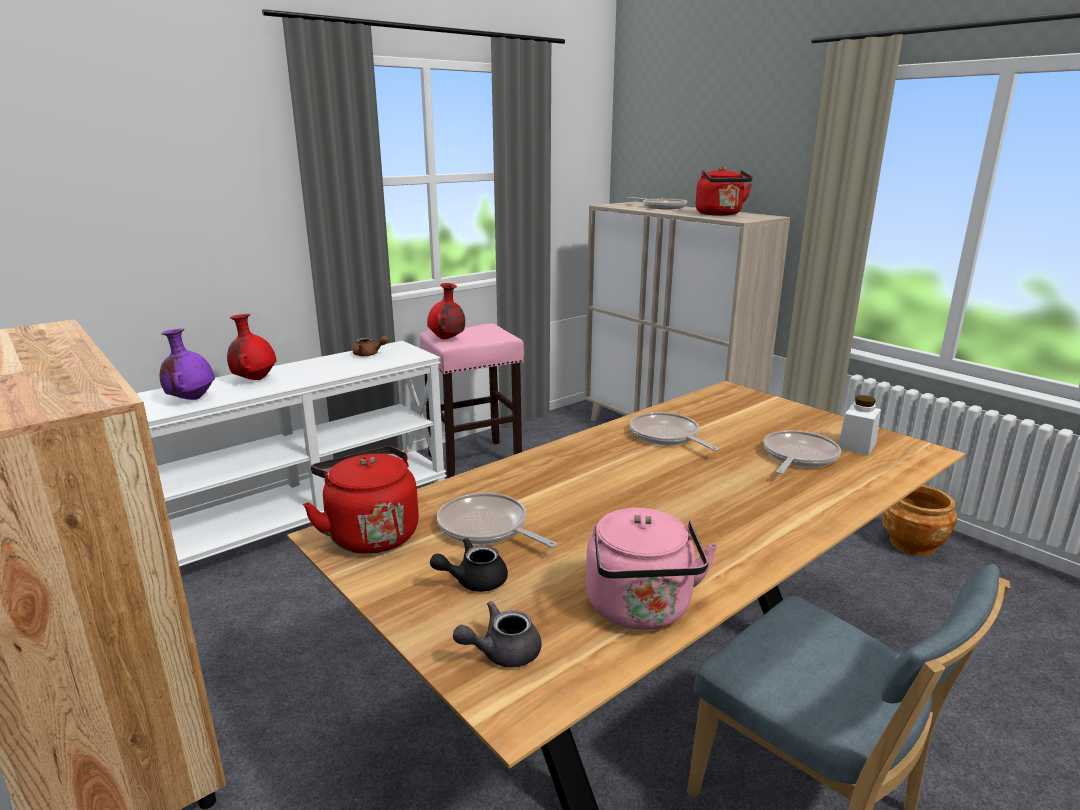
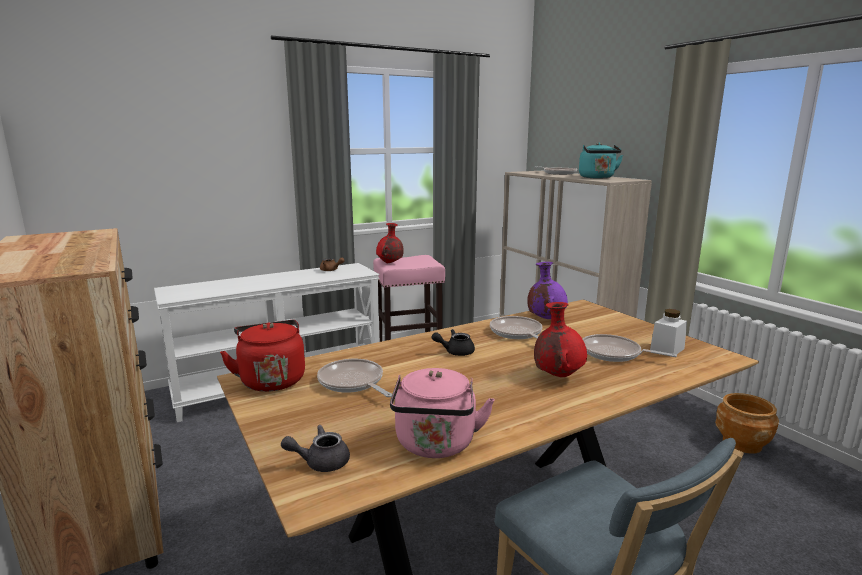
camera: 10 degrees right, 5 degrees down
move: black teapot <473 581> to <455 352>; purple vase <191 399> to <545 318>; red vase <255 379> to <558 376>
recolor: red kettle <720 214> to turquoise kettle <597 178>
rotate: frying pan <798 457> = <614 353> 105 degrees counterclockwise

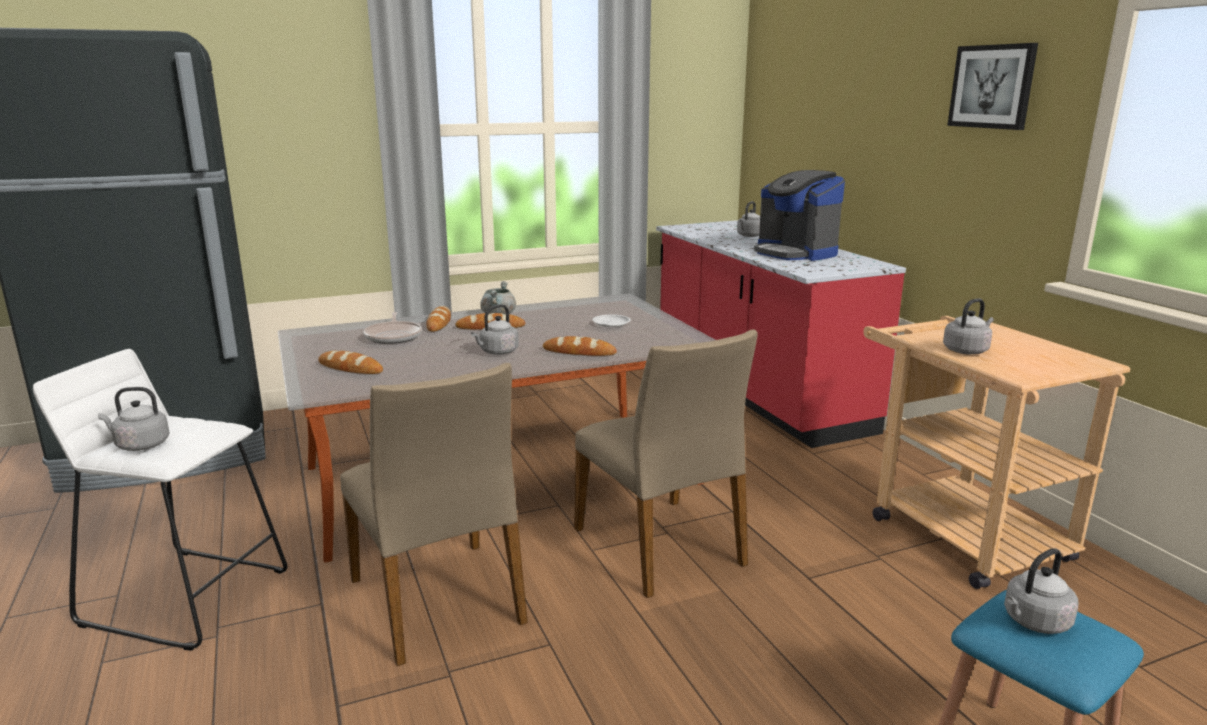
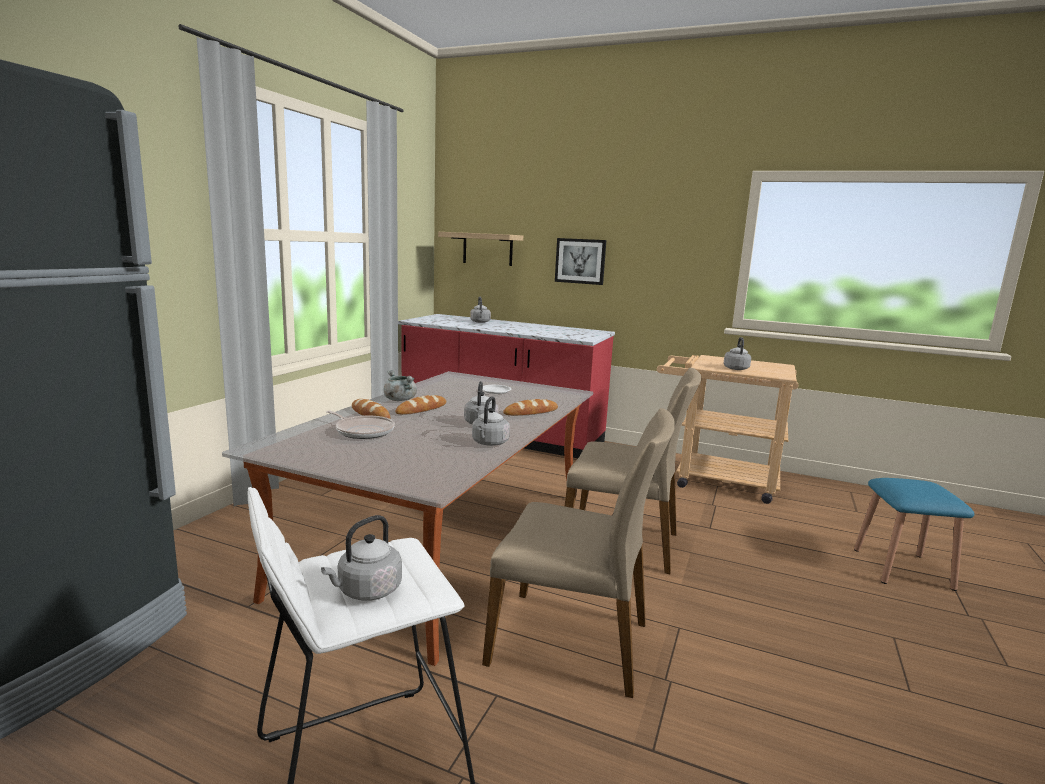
camera: 45 degrees left, 5 degrees down
delete: bread <350 368>; coffee machine <795 253>
insert: shelf <487 249>
move: grey kettle <1034 622> to <489 443>; picture <992 86> to <580 261>

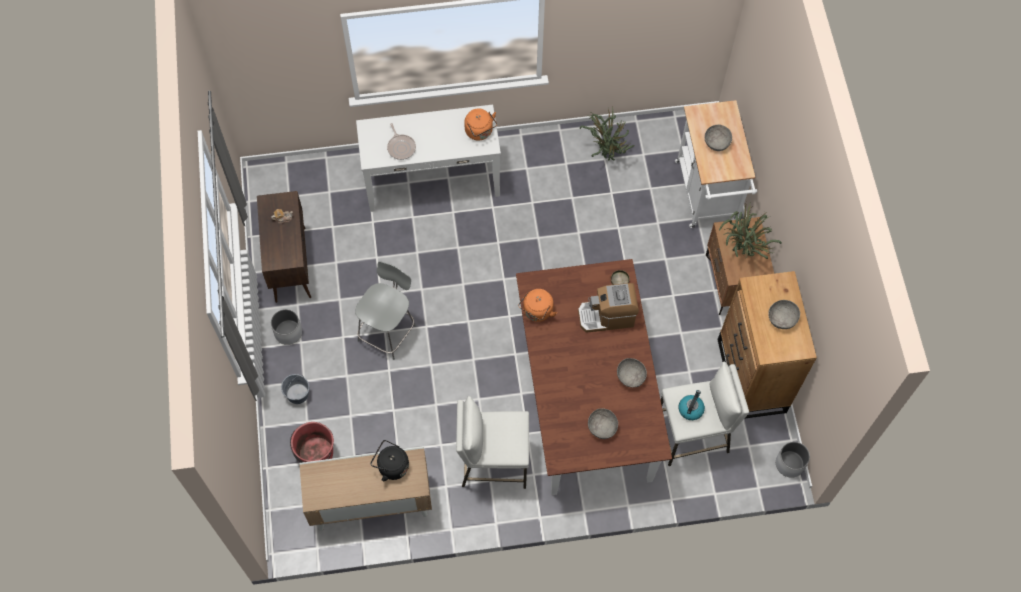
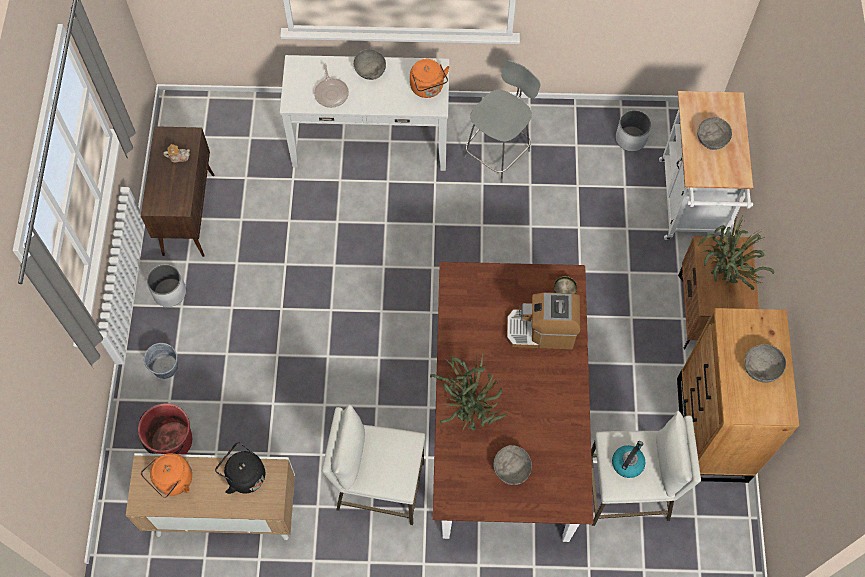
camera: 10 degrees right, 0 degrees up
move: orange kettle <537 312> to <172 481>; grey bowl <630 376> to <370 70>; potted plant <606 153> to <470 411>; grey chair <388 331> to <498 152>; white planter <790 464> to <631 139>

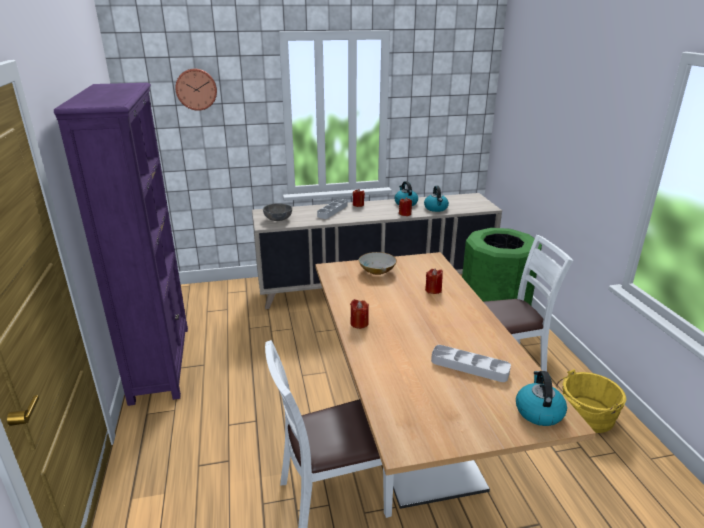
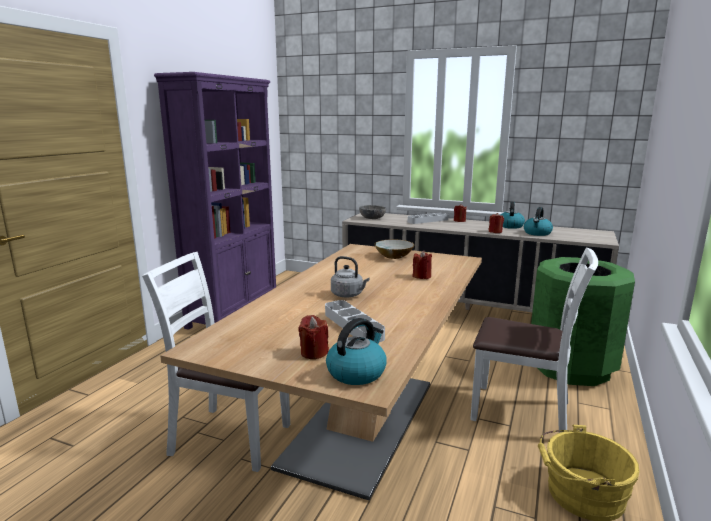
camera: 35 degrees right, 10 degrees down
delete: wall clock <196 89>
insert: grey kettle <348 295>
move: red candle <359 323> to <314 353>

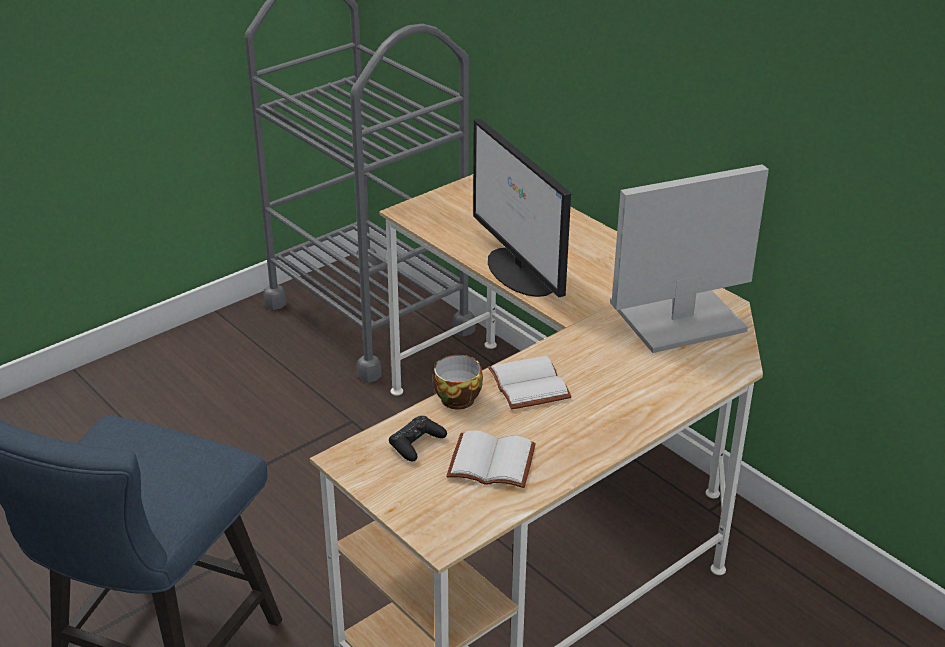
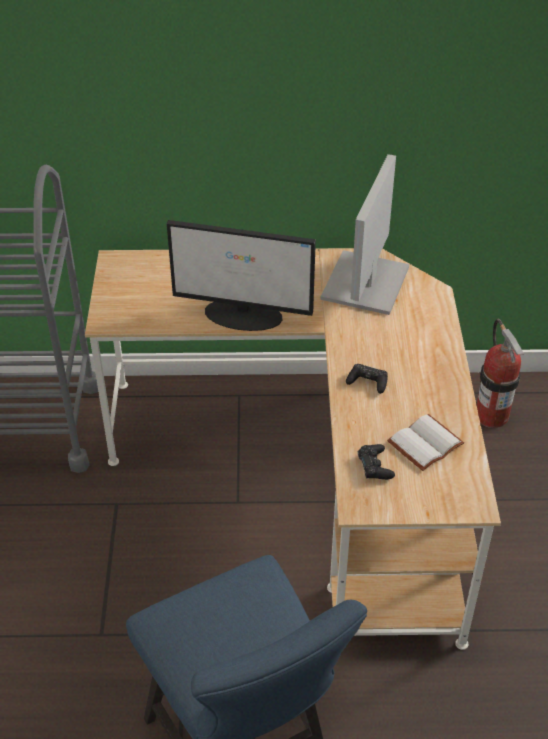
camera: 50 degrees left, 10 degrees up
delete: cup <457 397>
insert: fire extinguisher <491 415>
replace: white book <531 385> to black game controller <367 382>

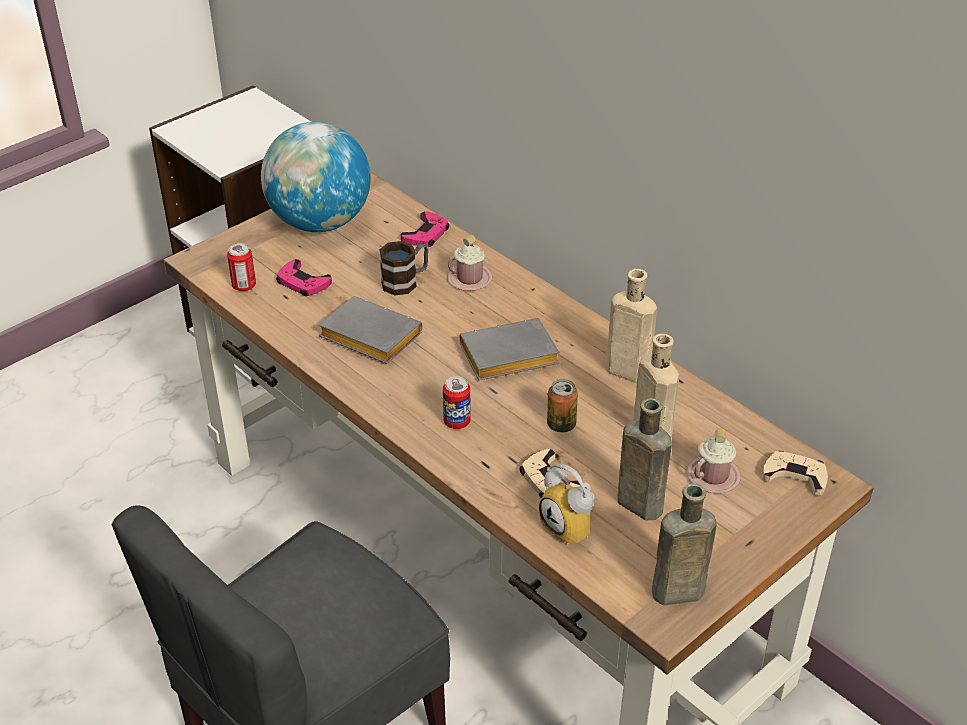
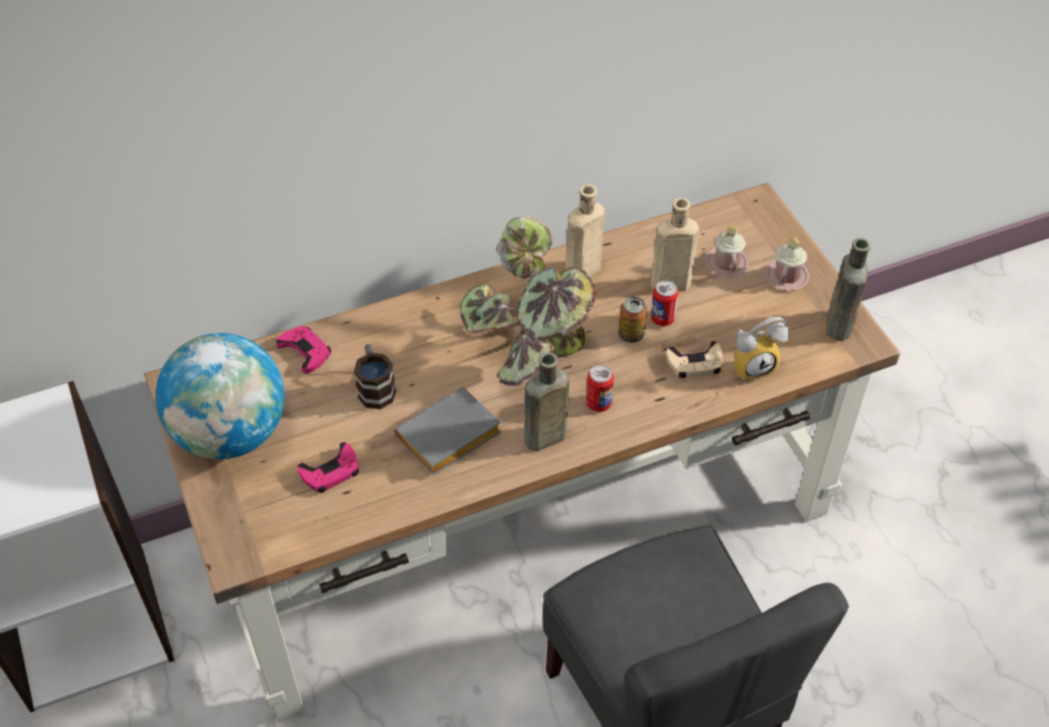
camera: 70 degrees left, 10 degrees up
delete: beige game controller <795 476>
move: brown bottle <636 503> to <542 438>; can <244 286> to <662 319>; pink mug <469 279> to <786 276>
replace: grey book <507 358> to potted plant <528 344>

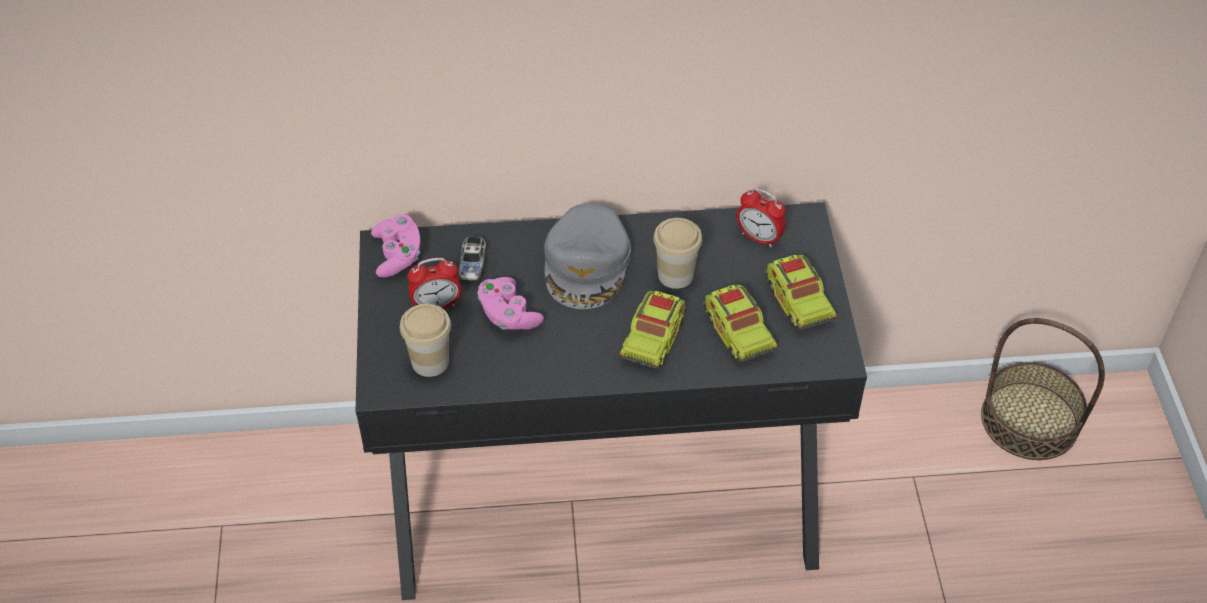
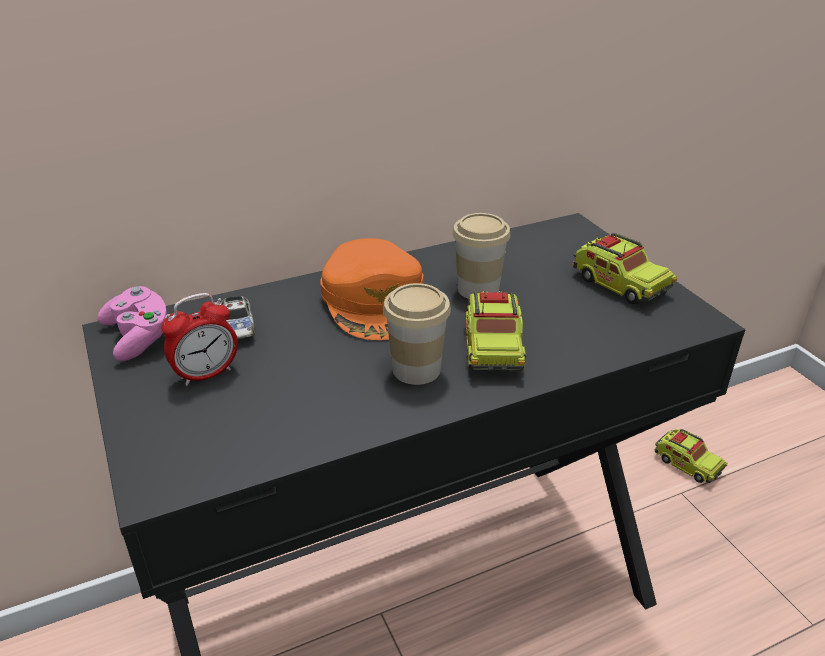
camera: 20 degrees left, 15 degrees down
delete: pink game controller <508 315>; alarm clock <759 238>; basket <1030 420>
move: cup <430 362> to <416 369>; toy truck <738 332> to <687 464>
recolor: grey cap <587 264> to orange cap <375 299>

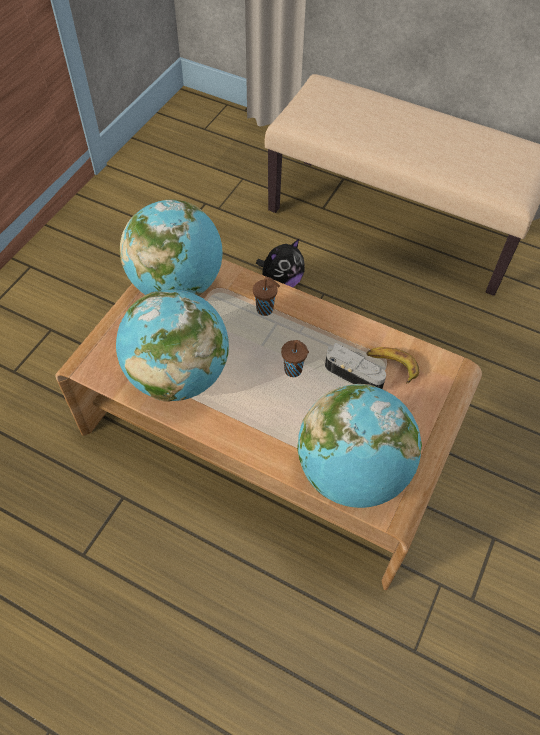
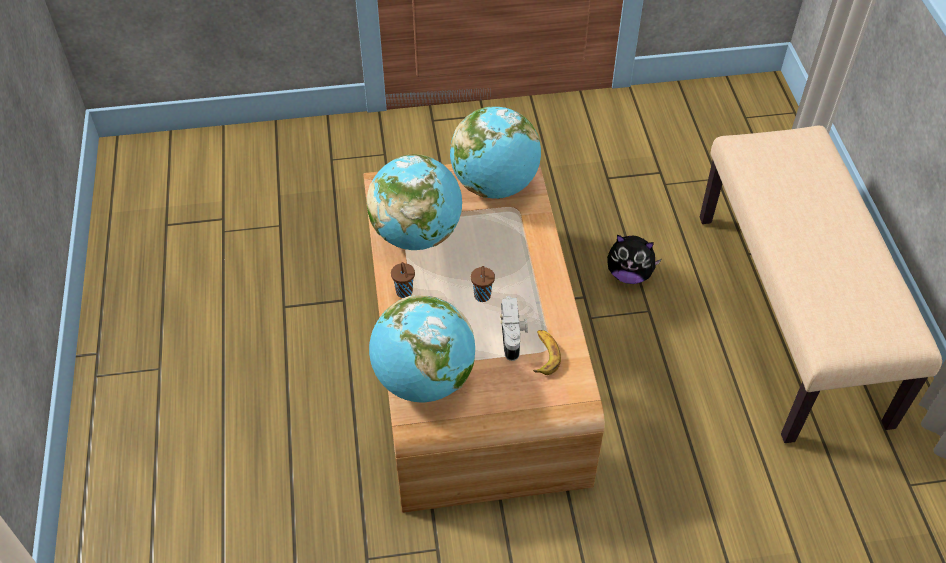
camera: 55 degrees right, 5 degrees down
move: brown cup <266 310> to <404 293>

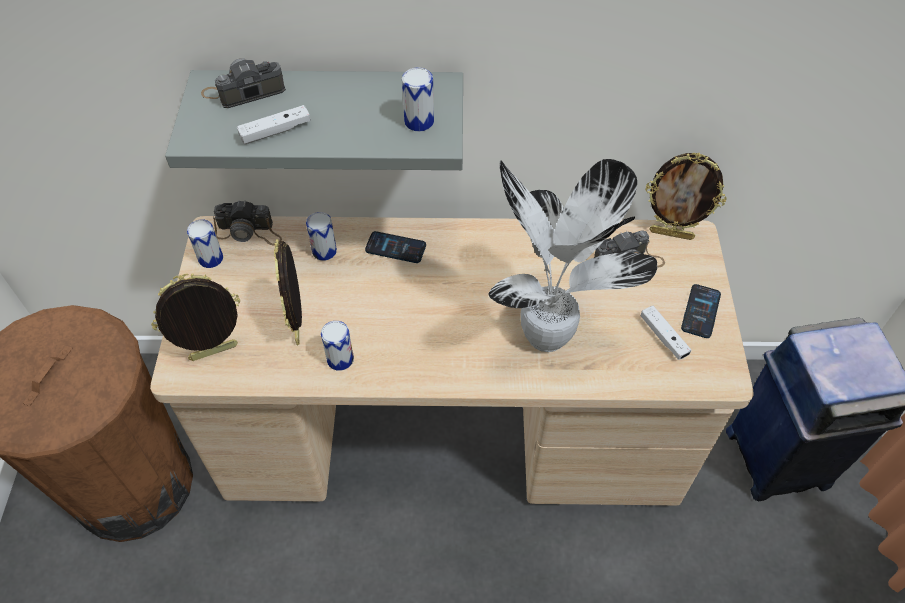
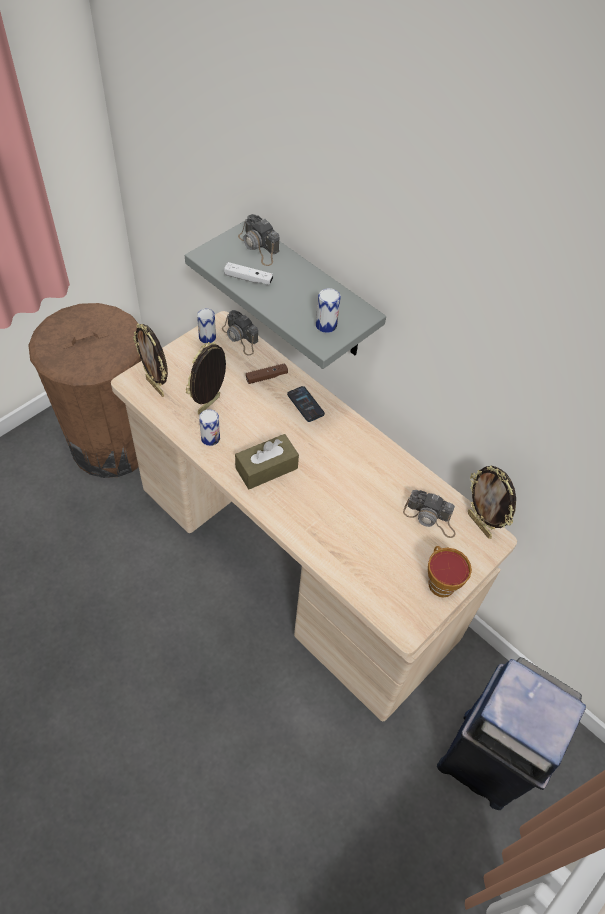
camera: 40 degrees right, 0 degrees up
delete: potted plant <548 340>; white game controller <663 337>
insert: brown tissue box <266 468>
replace: can <324 251> to brown game controller <266 377>; phone <700 311> to cup <439 581>
rotate: picture frame <214 354> = <156 386> 150 degrees counterclockwise; photo camera <244 90> = <259 247> 150 degrees counterclockwise

